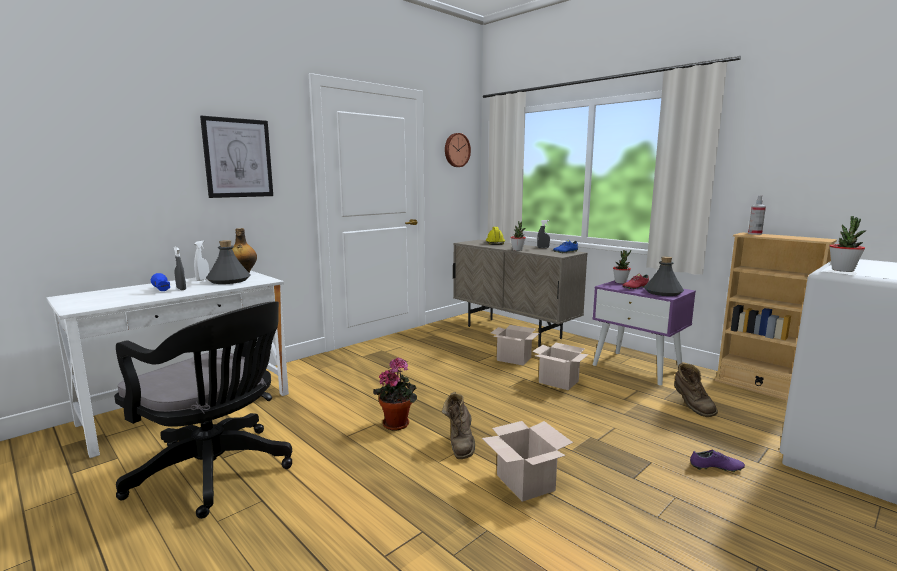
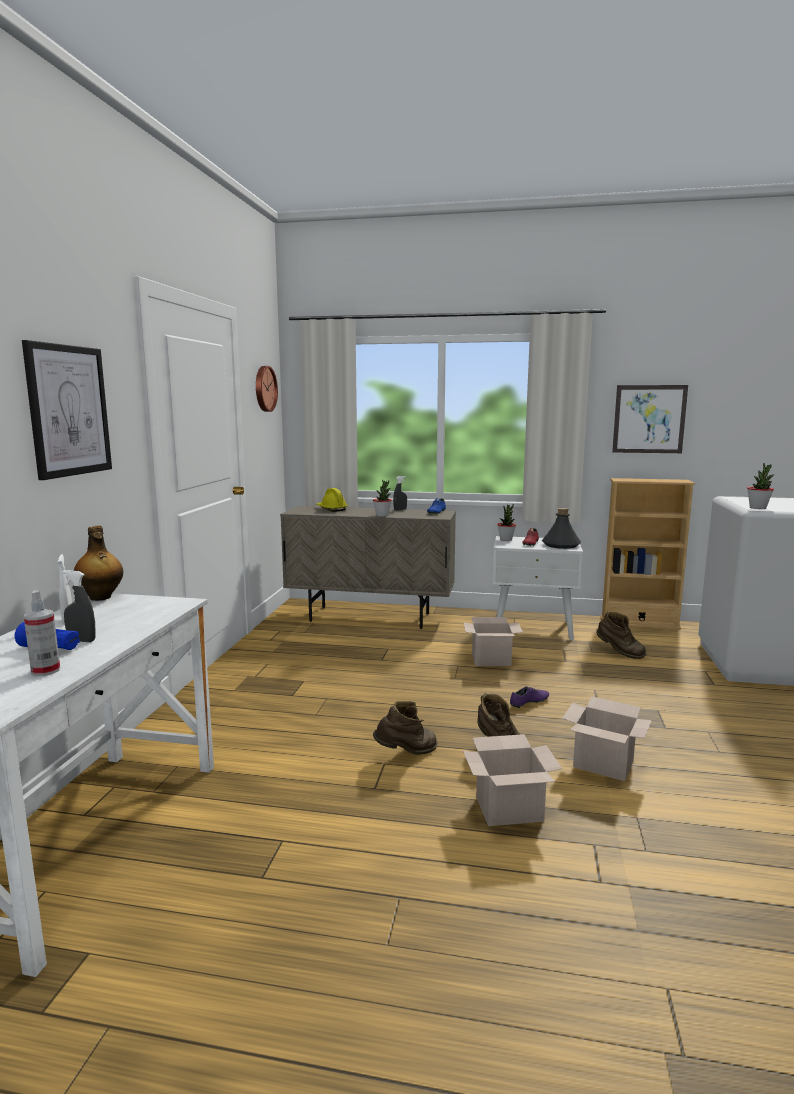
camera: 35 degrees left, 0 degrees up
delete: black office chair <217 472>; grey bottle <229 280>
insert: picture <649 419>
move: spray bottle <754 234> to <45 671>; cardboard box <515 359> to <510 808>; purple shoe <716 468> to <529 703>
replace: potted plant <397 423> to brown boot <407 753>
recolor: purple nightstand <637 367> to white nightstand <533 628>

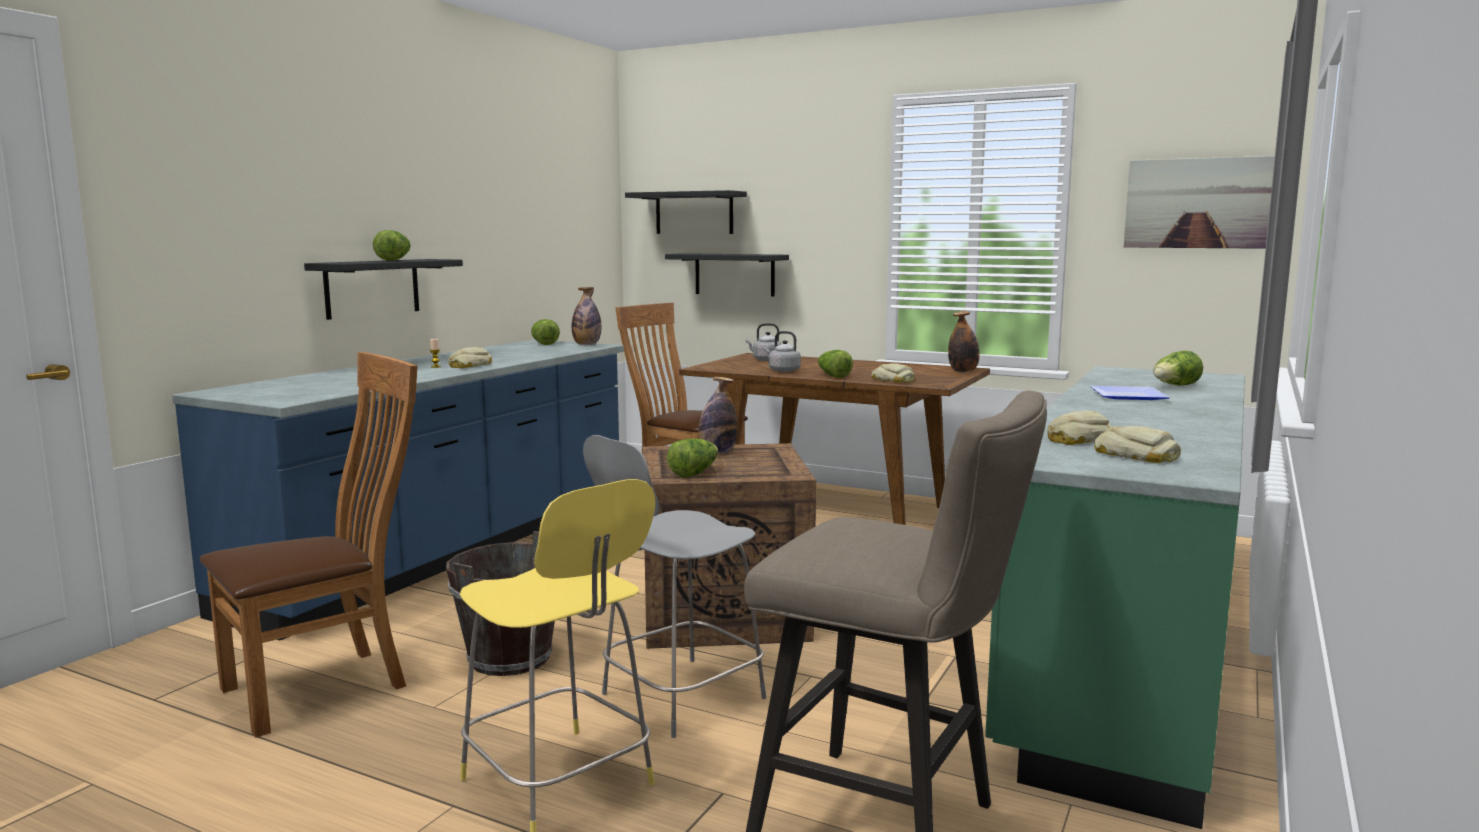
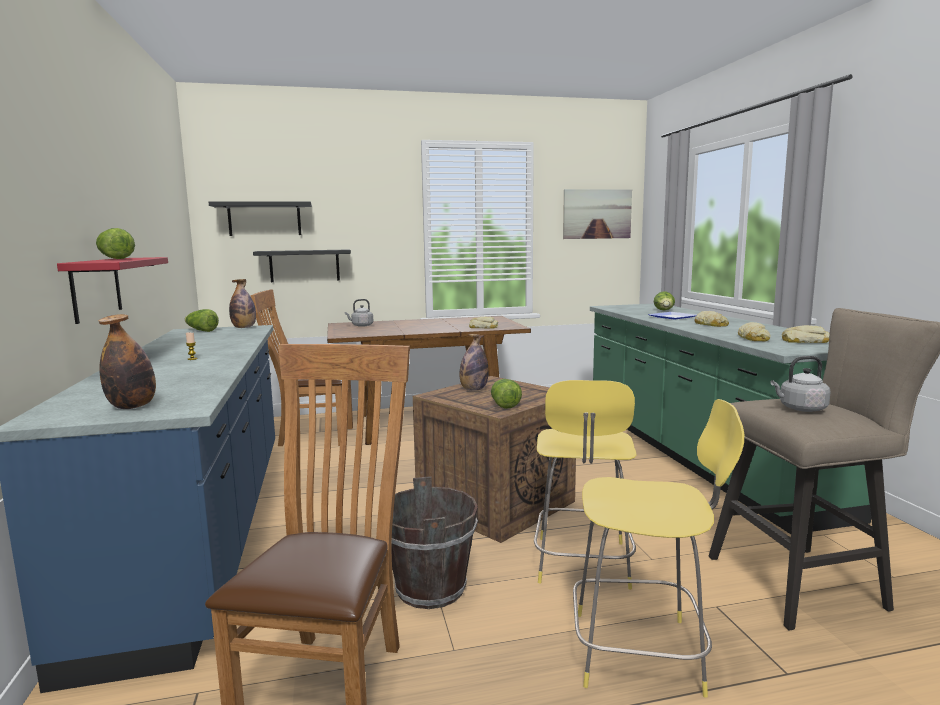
camera: 40 degrees left, 0 degrees up
delete: lettuce <832 376>
move: bottle <963 371> to <132 406>; bread <468 365> to <710 324>; grey kettle <782 370> to <800 409>
recolor: black shelf <372 288> to red shelf <96 288>; grey stool <678 698> to yellow stool <582 564>

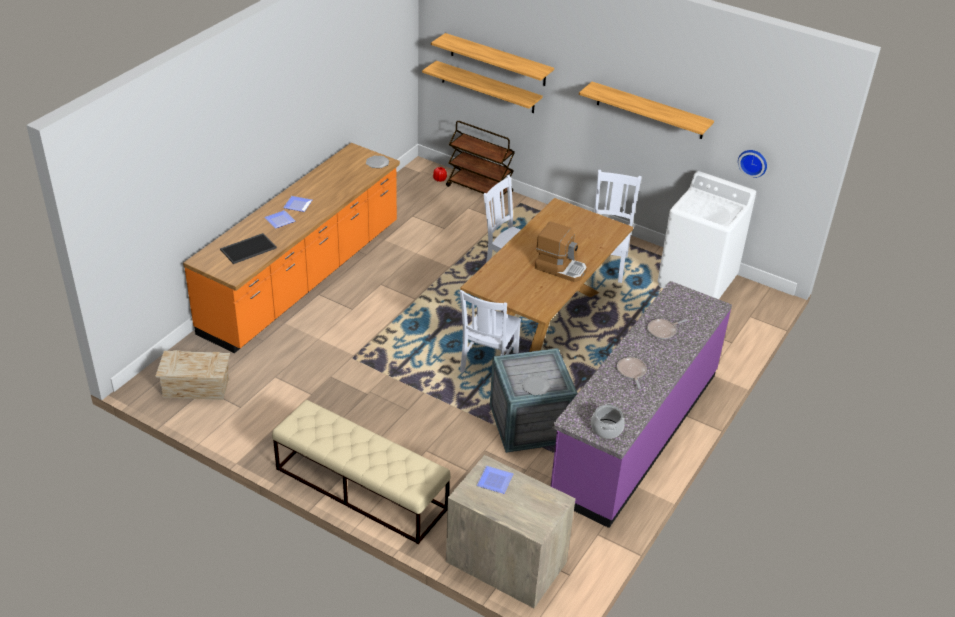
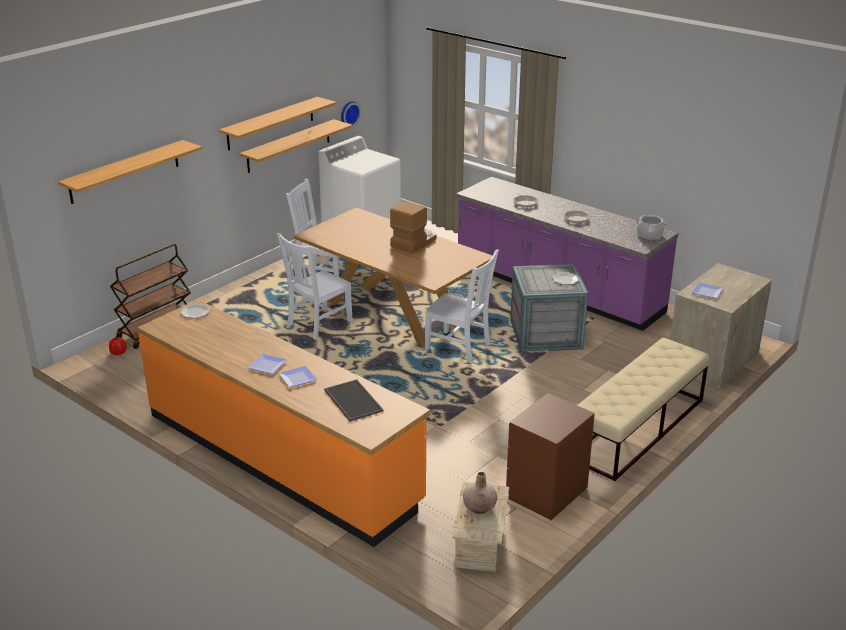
camera: 80 degrees left, 10 degrees down
insert: beige vase <480 507>; brown nightstand <546 492>
move: shelf <487 87> to <289 146>

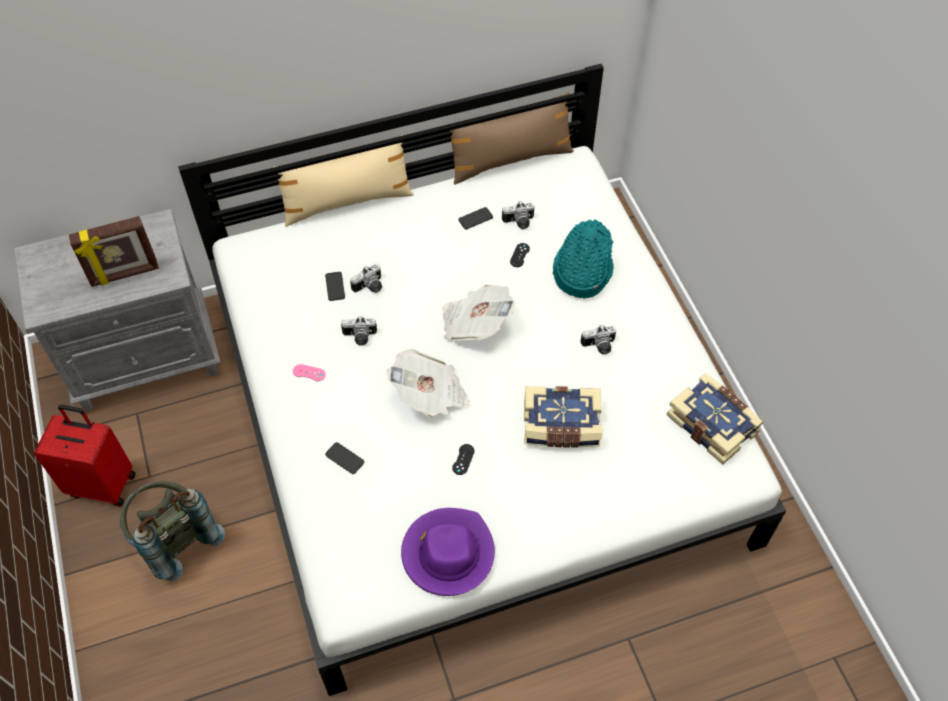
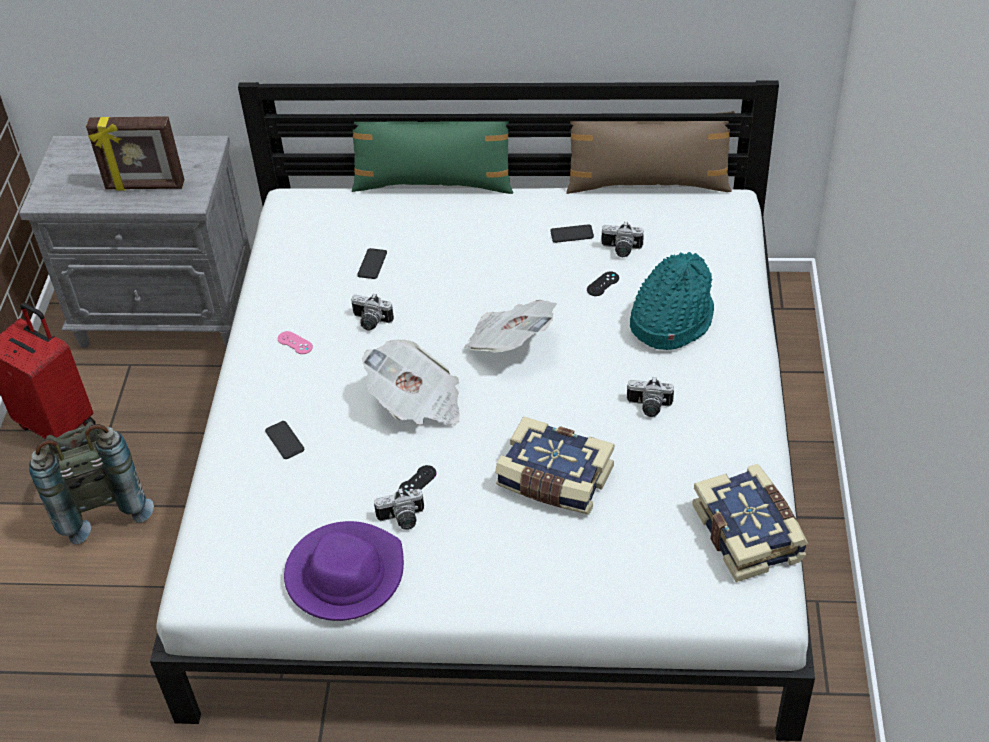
camera: 25 degrees right, 10 degrees down
move: photo camera <370 287> to <402 520>
recolor: beige pillow <347 202> to green pillow <433 183>

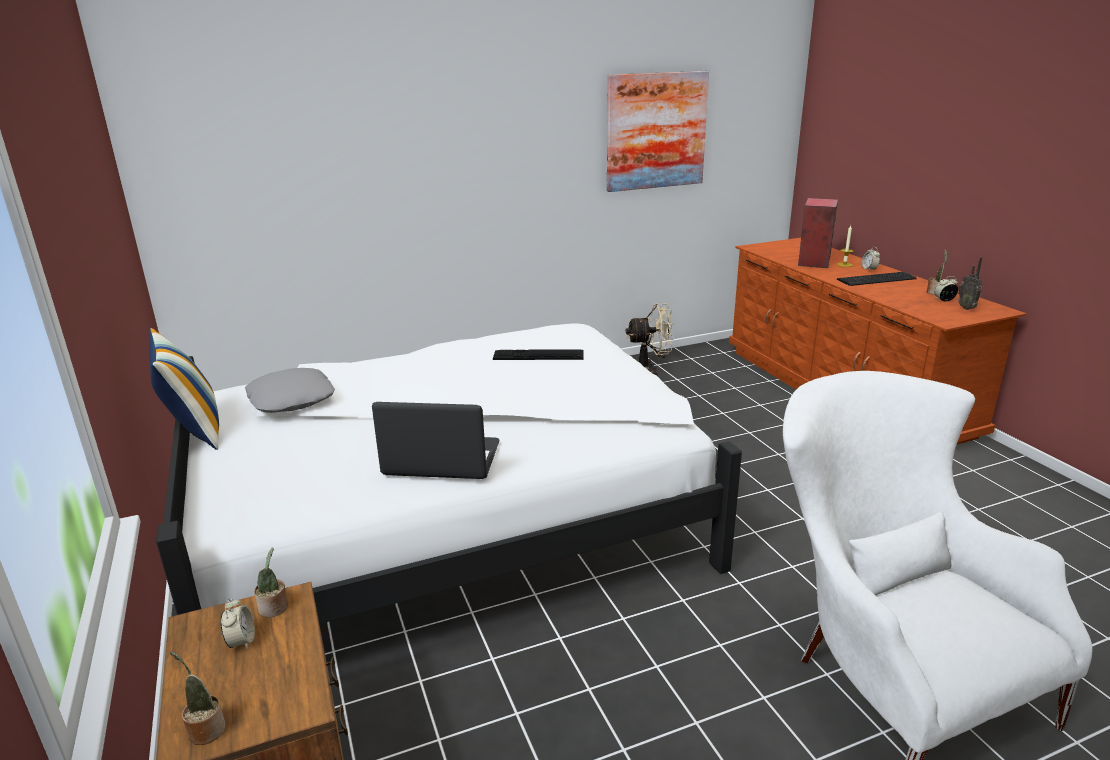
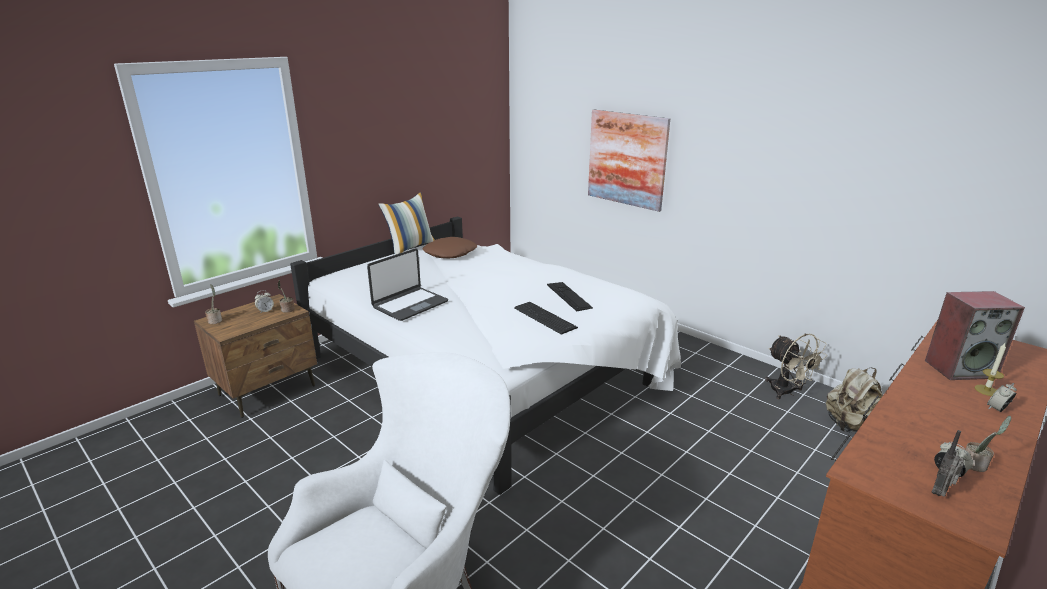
camera: 65 degrees right, 0 degrees up
insert: beige backpack <849 426>
move: keyboard <878 279> to <544 318>; picture <656 131> to <627 159>
recolor: grey pillow <290 399> to brown pillow <450 253>
rotate: laptop <442 460> = <409 304> 60 degrees clockwise

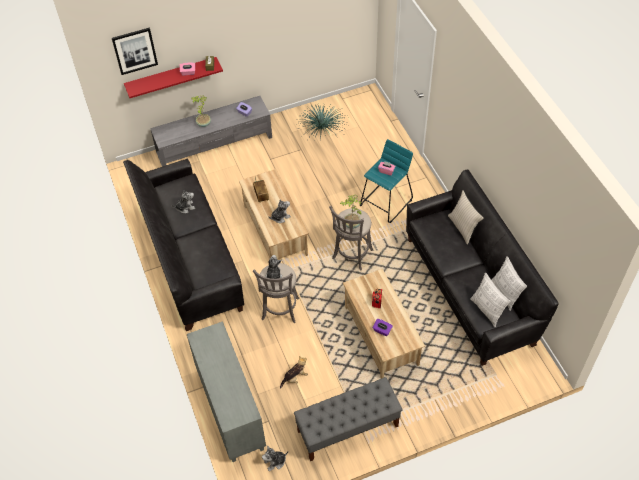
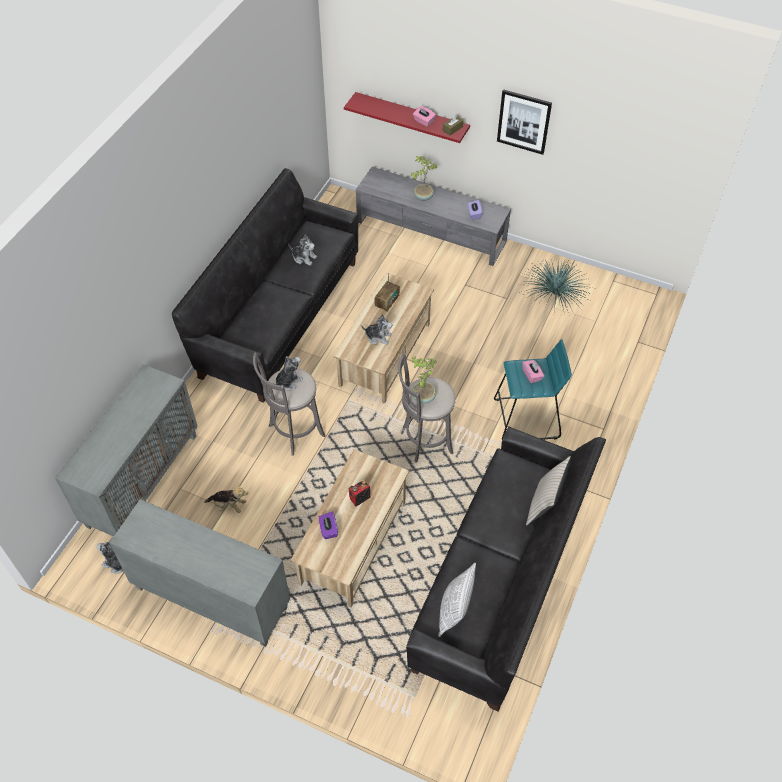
camera: 45 degrees right, 0 degrees up
delete: pillow <505 294>
move: picture <135 51> to <524 121>
replace: grey bench <347 429> to grey cabinet <210 598>

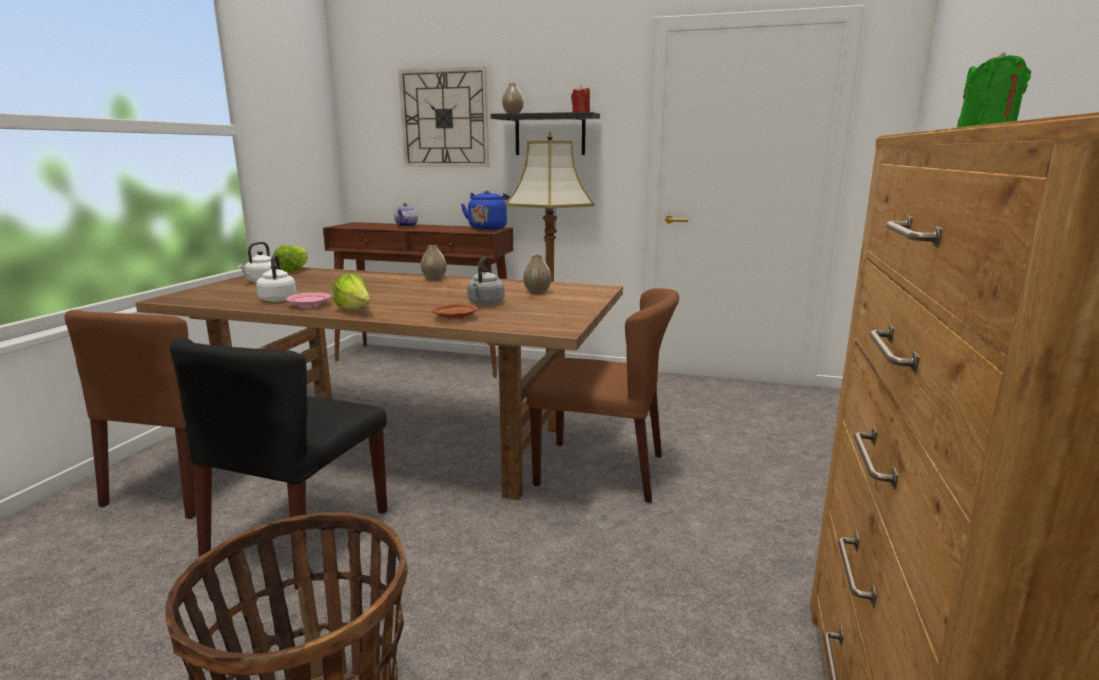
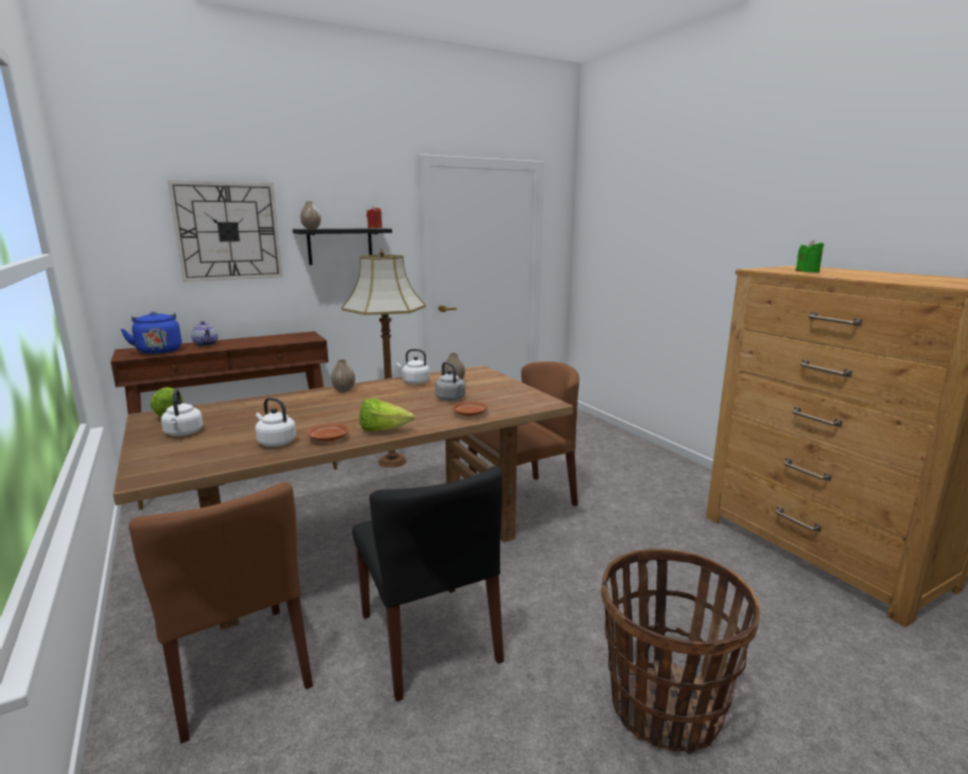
camera: 45 degrees left, 0 degrees up
insert: white kettle <414 382>
move: blue kettle <488 228> to <159 351>
recolor: pink plate <308 305> to brown plate <328 439>

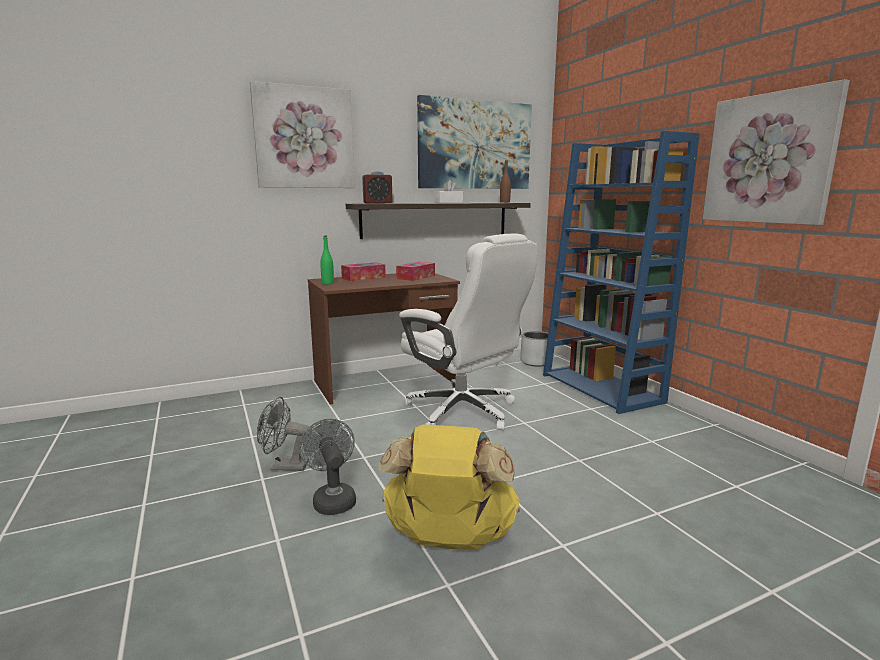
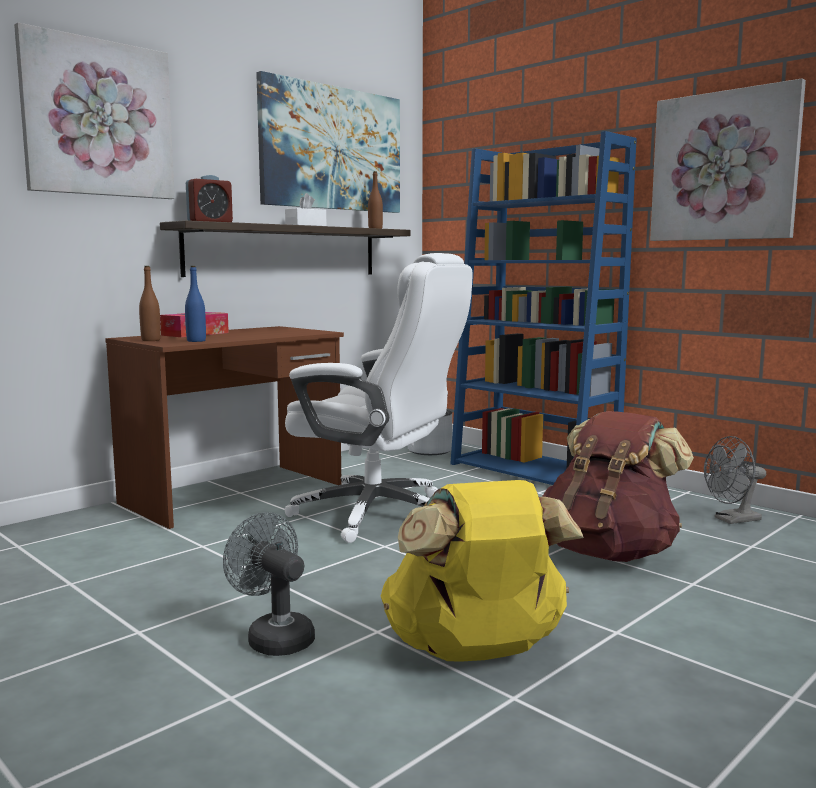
camera: 20 degrees left, 5 degrees down
delete: tissue box <416 277>
insert: blue bottle <196 341>; brown backpack <609 553>
move: grey fan <284 466> to <732 520>
recolor: green bottle <327 283> to brown bottle <151 340>

